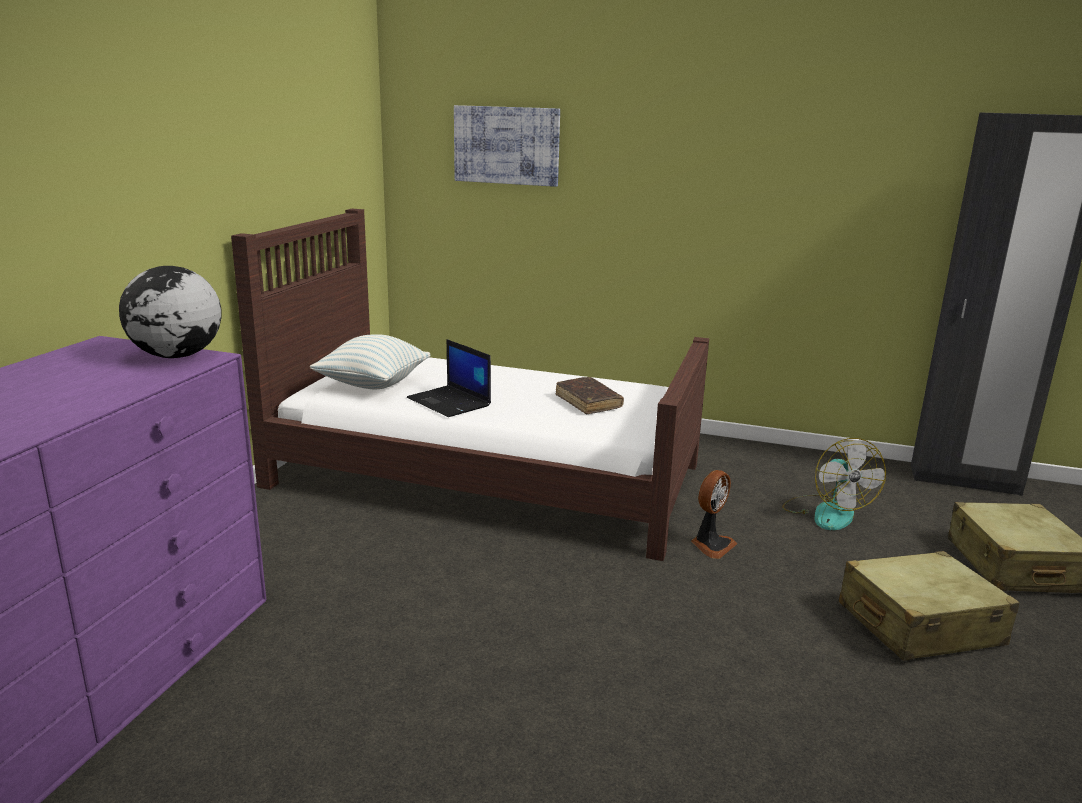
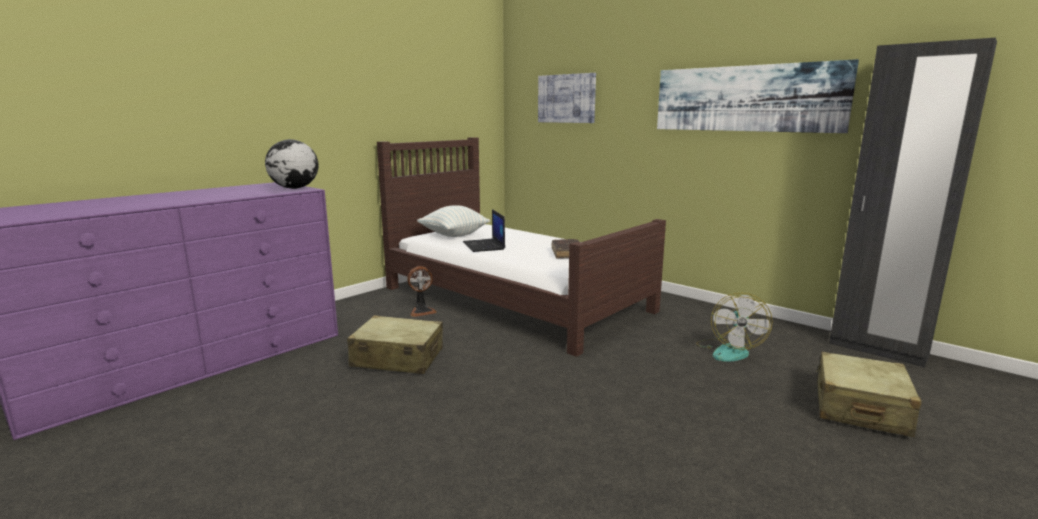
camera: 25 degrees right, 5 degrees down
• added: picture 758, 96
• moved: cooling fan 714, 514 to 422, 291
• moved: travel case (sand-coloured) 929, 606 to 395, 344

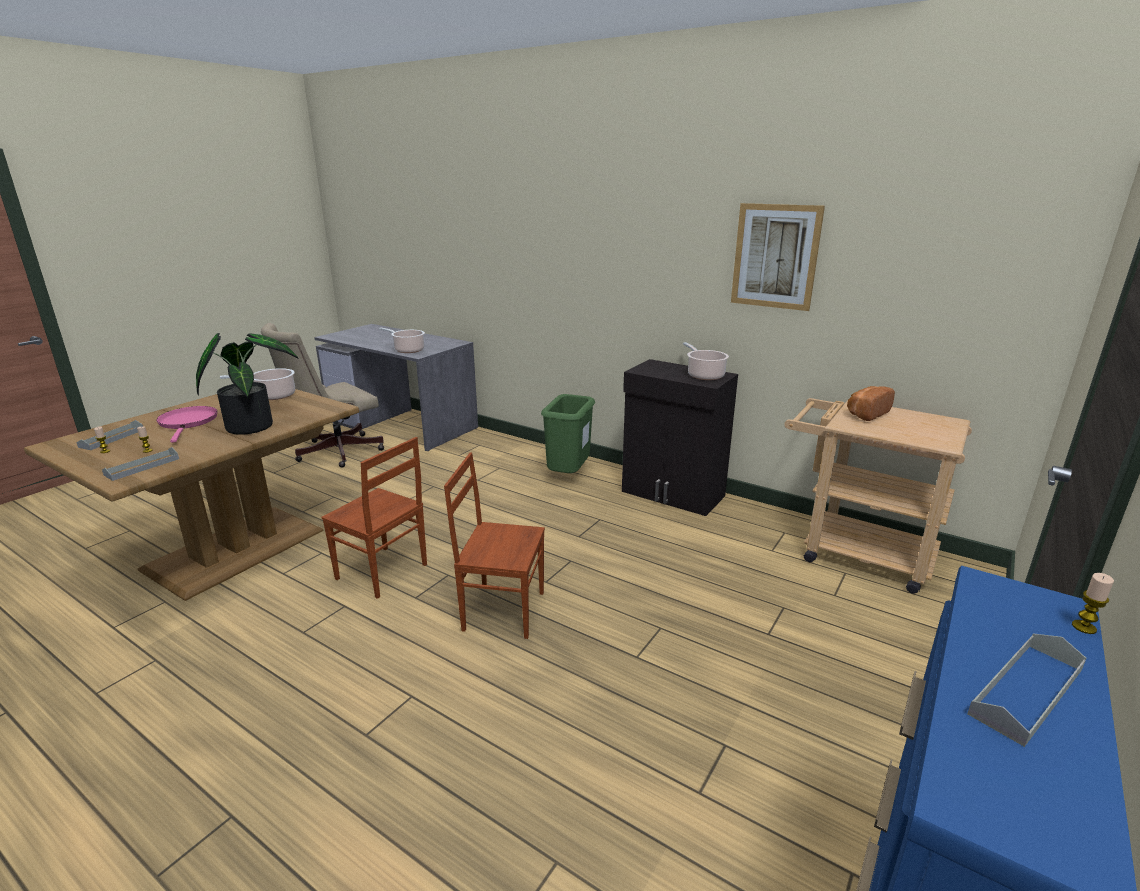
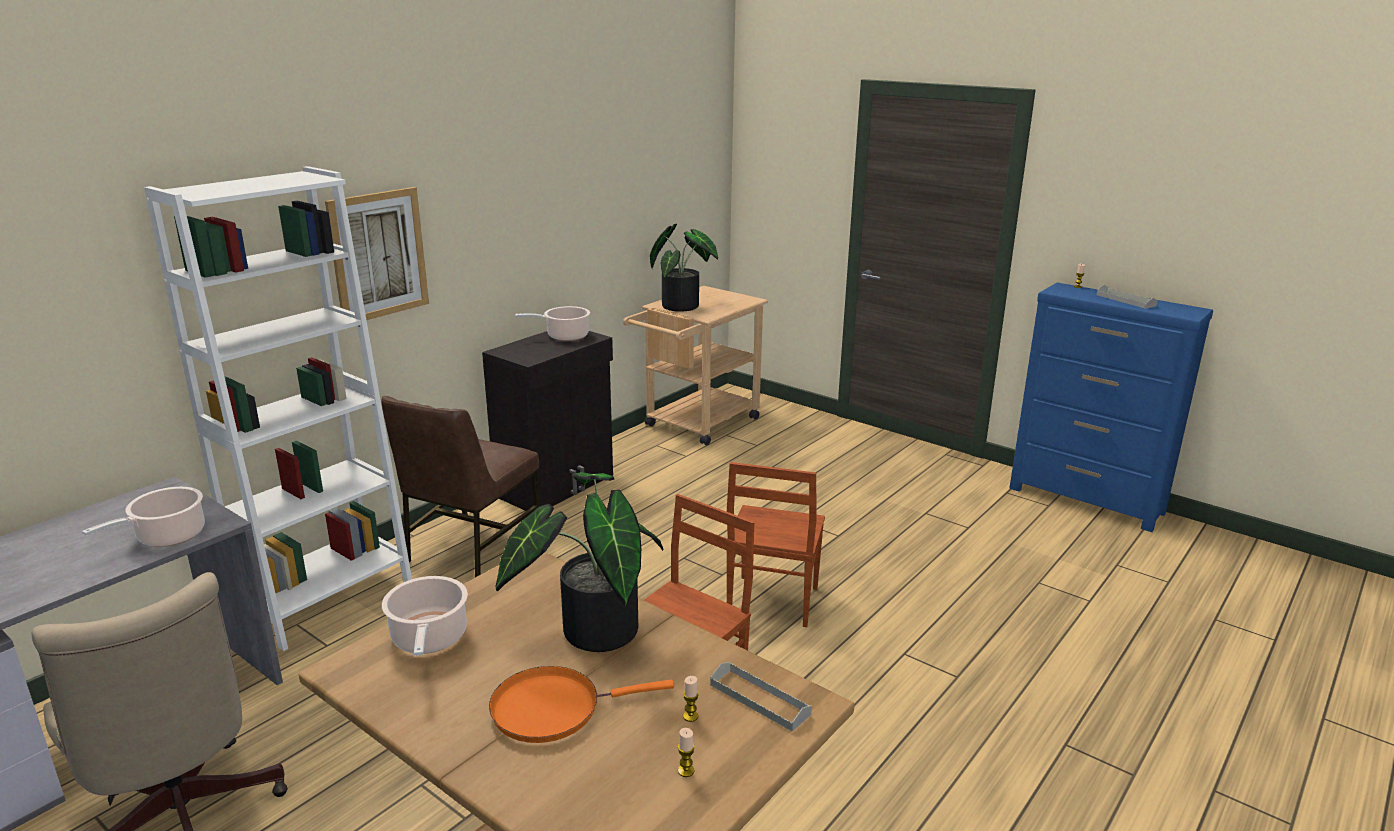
camera: 85 degrees left, 0 degrees up
• removed: carrying tray (greyish) 109, 435
• added: bookcase (whitish) 278, 408
• moved: picture 778, 257 to 377, 253
• replaced: waste bin (green) 568, 433 to chair (brown) 460, 486
• replaced: bakery bread 871, 403 to plant in a pot 684, 267
• recoloured: pan (pink-coloured) 186, 424 to pan (orange) 581, 704

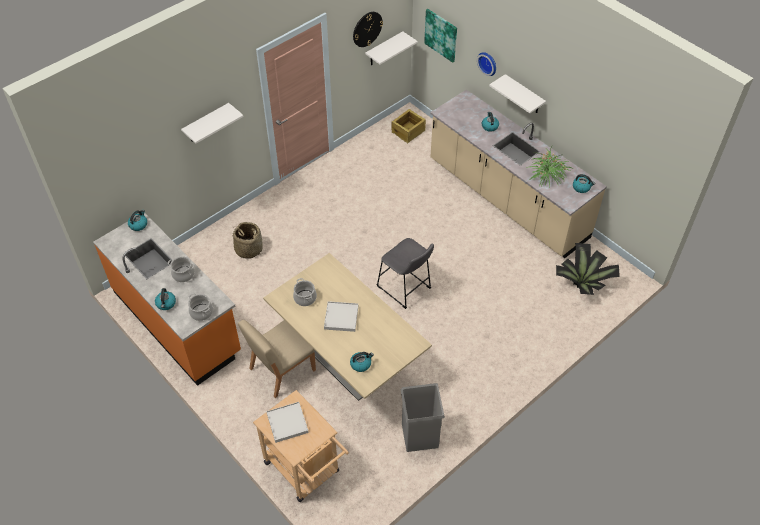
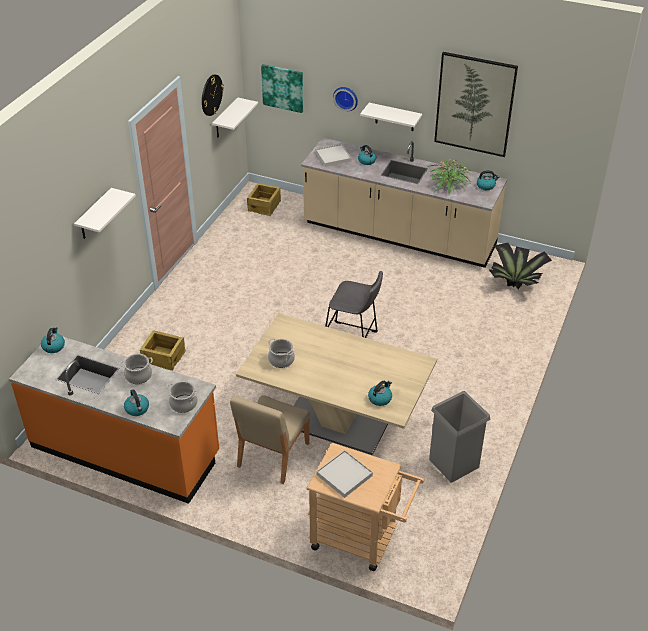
camera: 25 degrees left, 10 degrees down
• added: picture 476, 104
• moved: carrying tray (whitish) 341, 316 to 333, 155
• replaced: basket 247, 240 to packing crate 163, 350

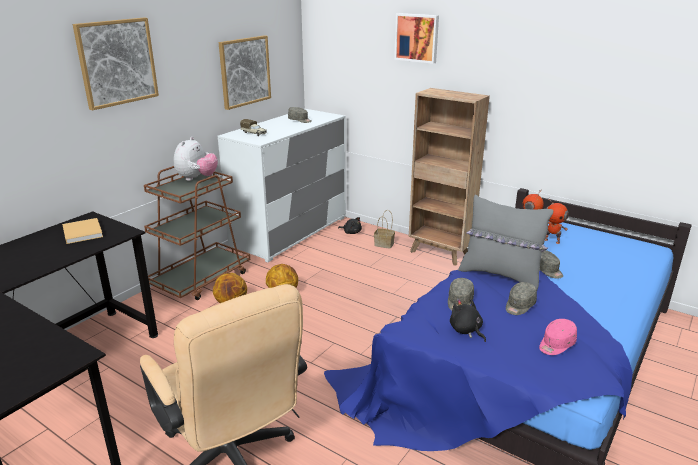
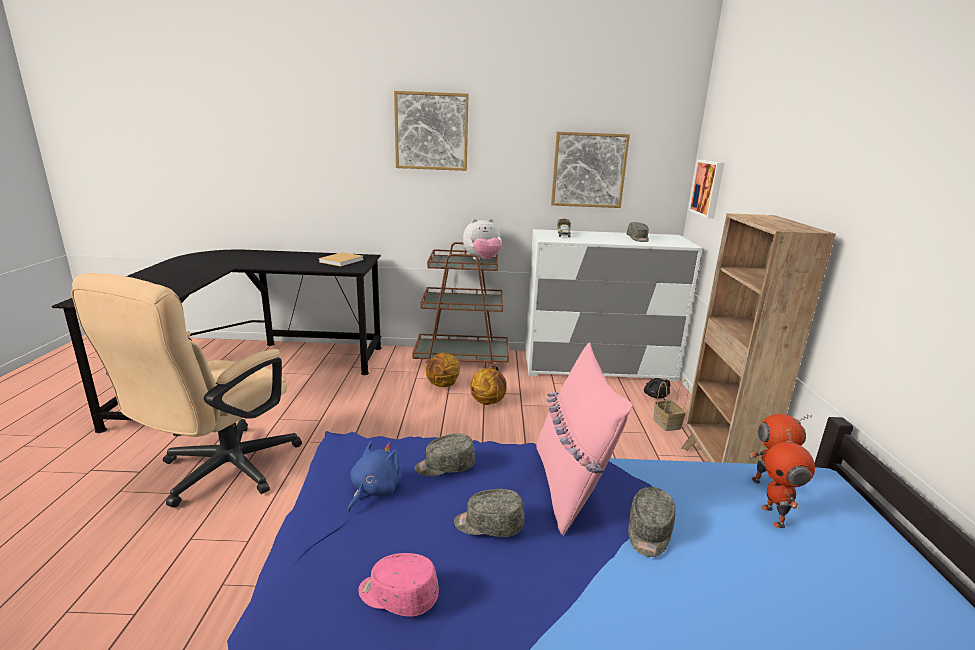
camera: 55 degrees right, 5 degrees down
• moved: picture 416, 38 to 706, 189
• recoloured: soft toy (black) 468, 320 to soft toy (blue-coloured) 375, 476
• recoloured: throw pillow (greyish) 505, 243 to throw pillow (pink-coloured) 584, 439

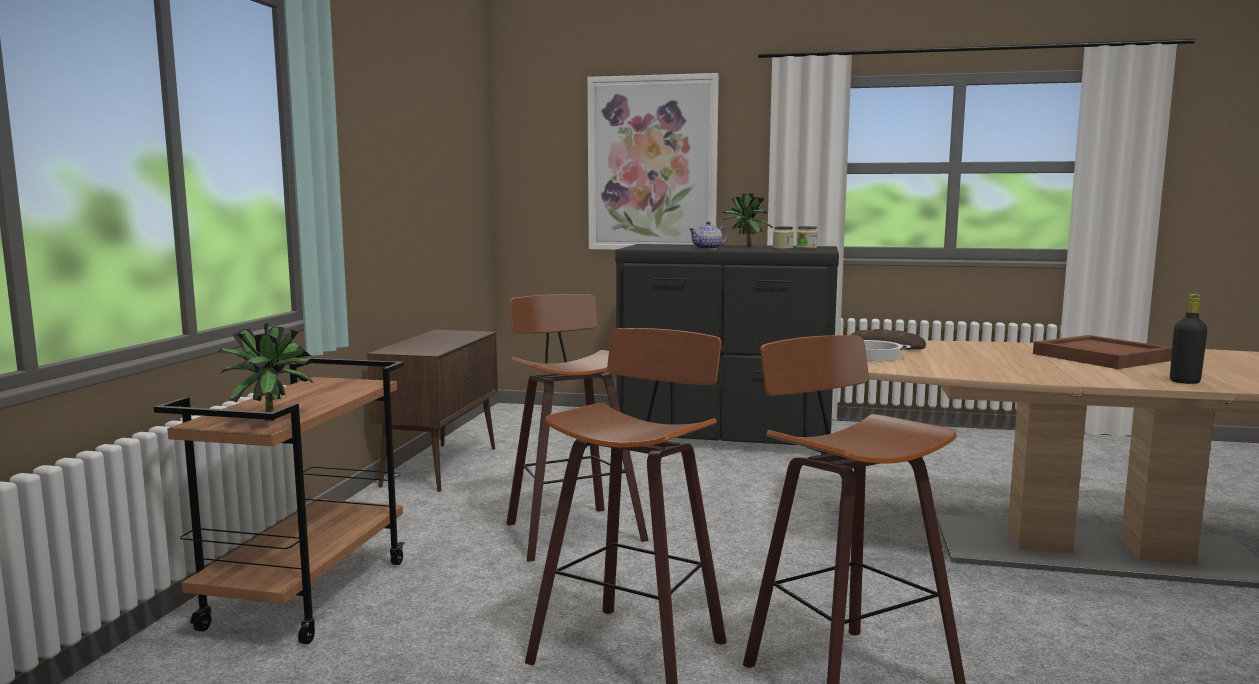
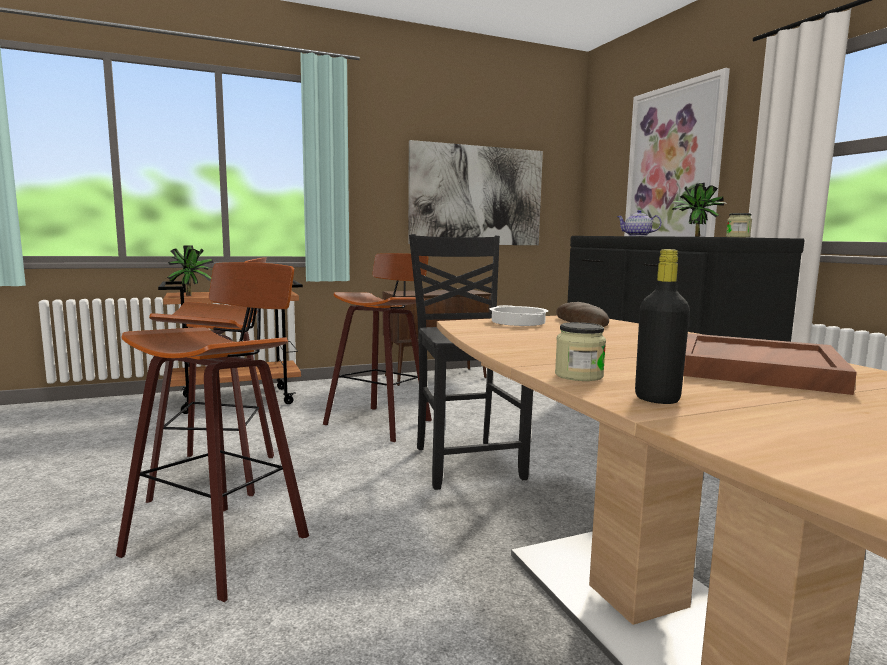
camera: 55 degrees right, 0 degrees up
• added: picture 475, 192
• added: chair (black) 471, 362
• moved: storage jar 783, 237 to 580, 351

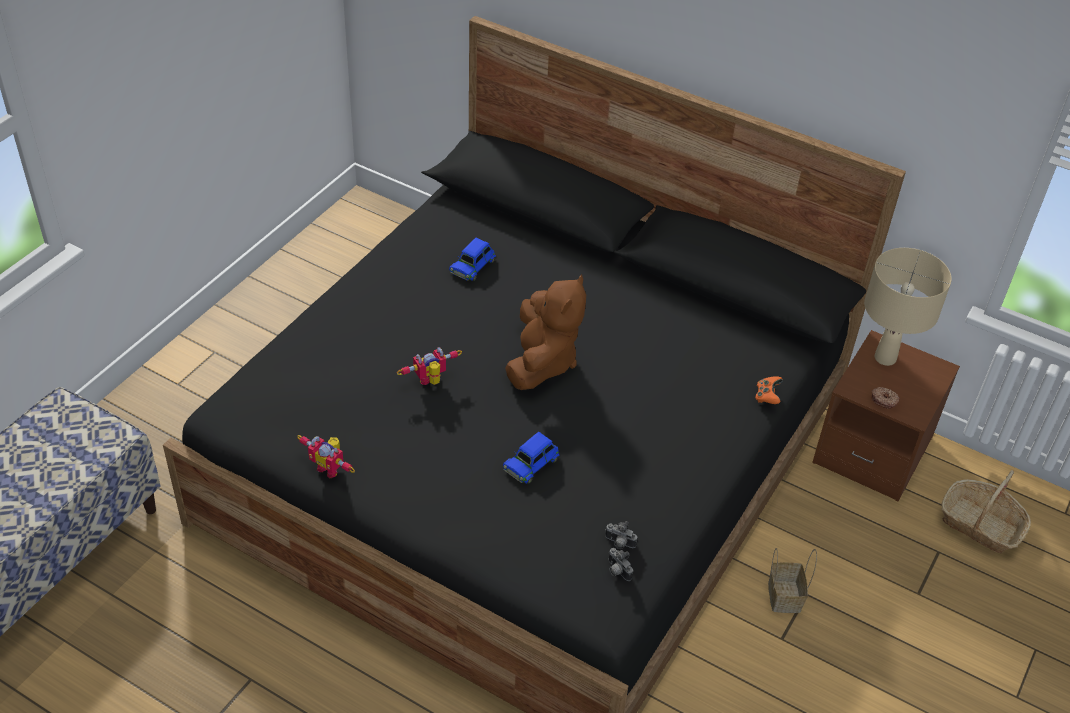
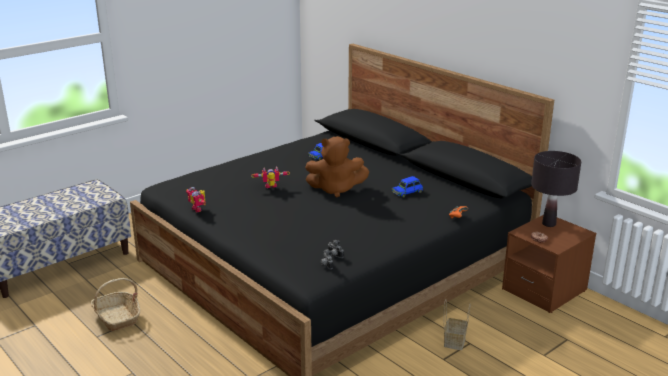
camera: 20 degrees right, 20 degrees down
• moved: toy car (blue-coloured) 531, 458 to 407, 187
• moved: basket 986, 511 to 115, 304
• recoloured: tabletop lamp (sand-coloured) 908, 307 to tabletop lamp (black) 556, 189
• turned: soft toy (brown) 545, 332 = 337, 166 60 degrees clockwise

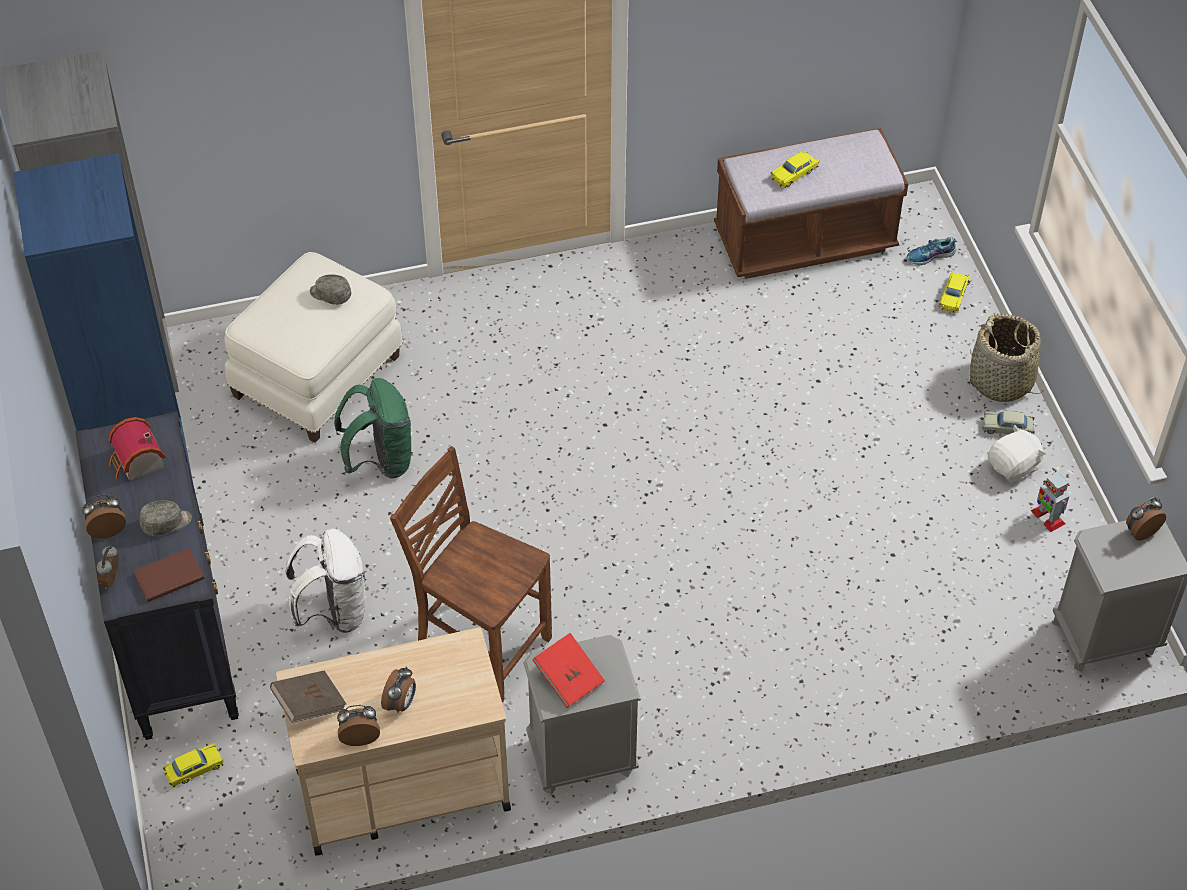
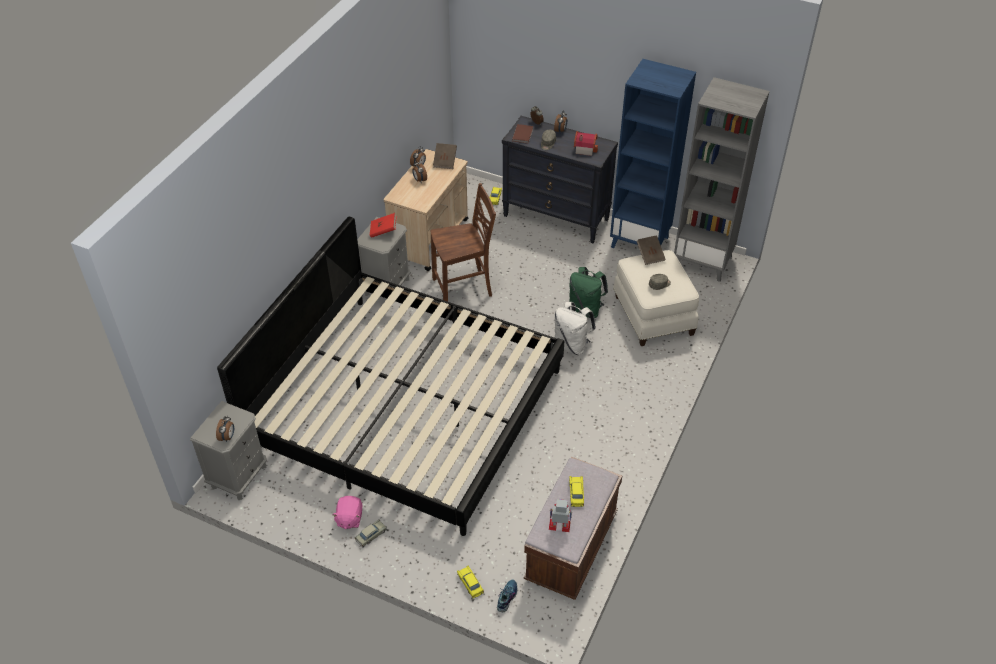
camera: 130 degrees right, 5 degrees down
• removed: basket 1007, 358
• added: bed 390, 376
• added: bound book (brown) 651, 250
• moved: rucksack (whitish) 326, 581 to 575, 328
• moved: robot figure 1050, 501 to 560, 515
• recoloured: soft toy (whitish) 1017, 454 to soft toy (pink-coloured) 347, 513

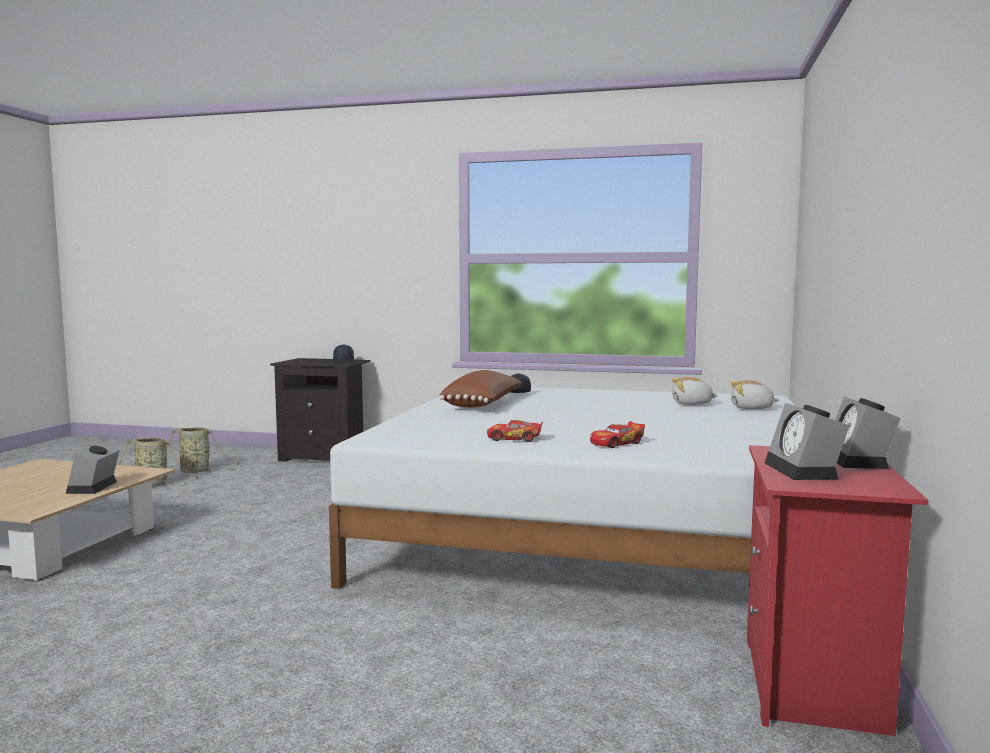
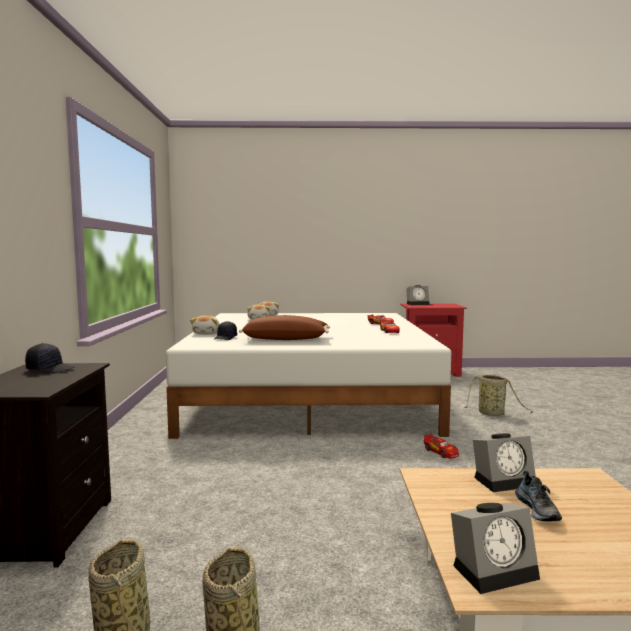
camera: 105 degrees left, 0 degrees up
• added: soft toy 205, 324
• added: toy car 441, 446
• added: basket 498, 395
• added: low shoe 538, 496
• moved: table clock 807, 441 to 495, 548

